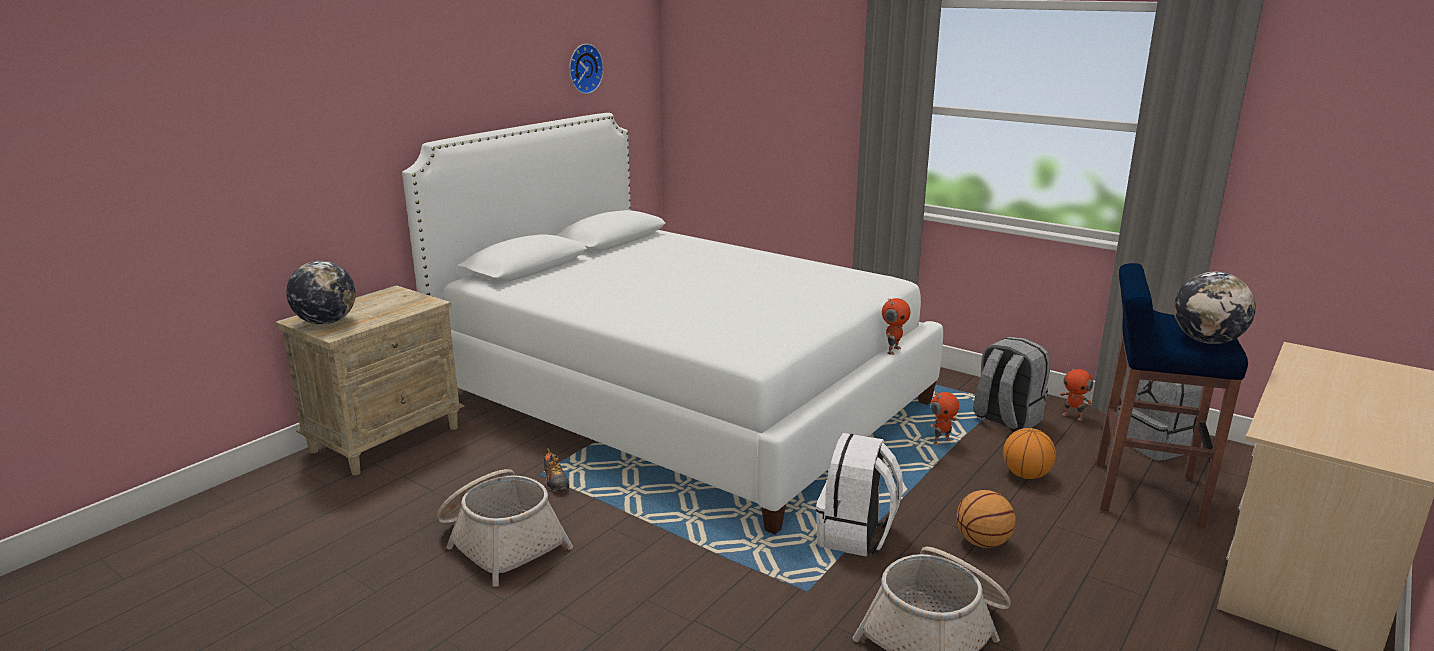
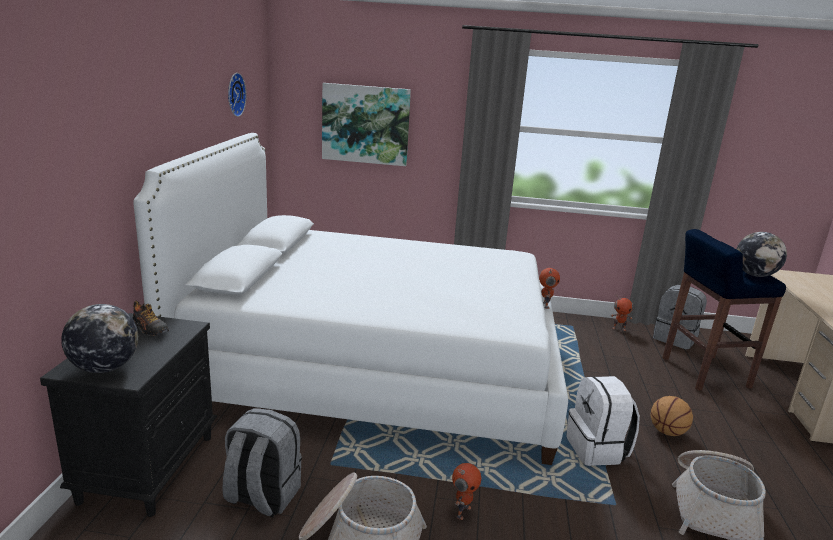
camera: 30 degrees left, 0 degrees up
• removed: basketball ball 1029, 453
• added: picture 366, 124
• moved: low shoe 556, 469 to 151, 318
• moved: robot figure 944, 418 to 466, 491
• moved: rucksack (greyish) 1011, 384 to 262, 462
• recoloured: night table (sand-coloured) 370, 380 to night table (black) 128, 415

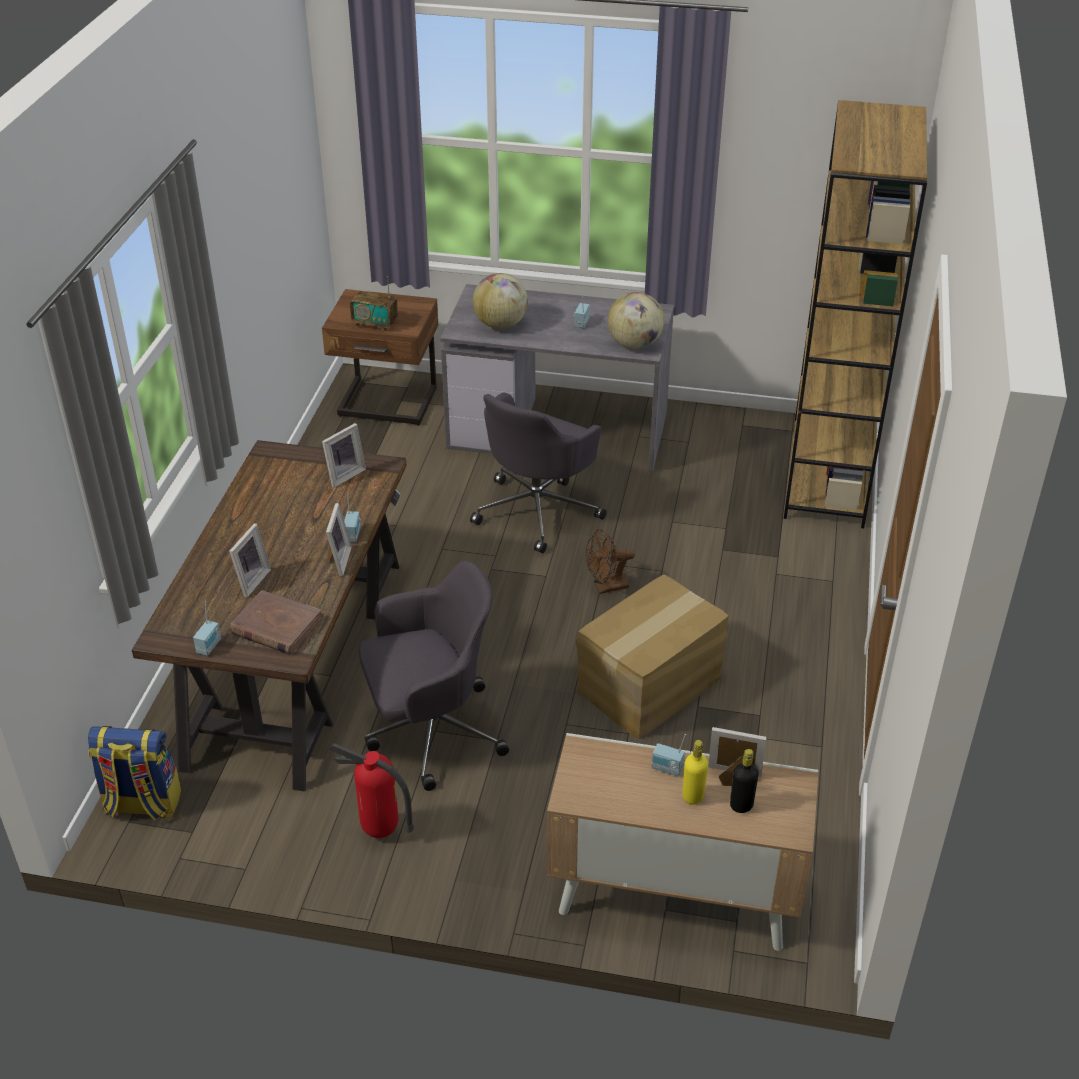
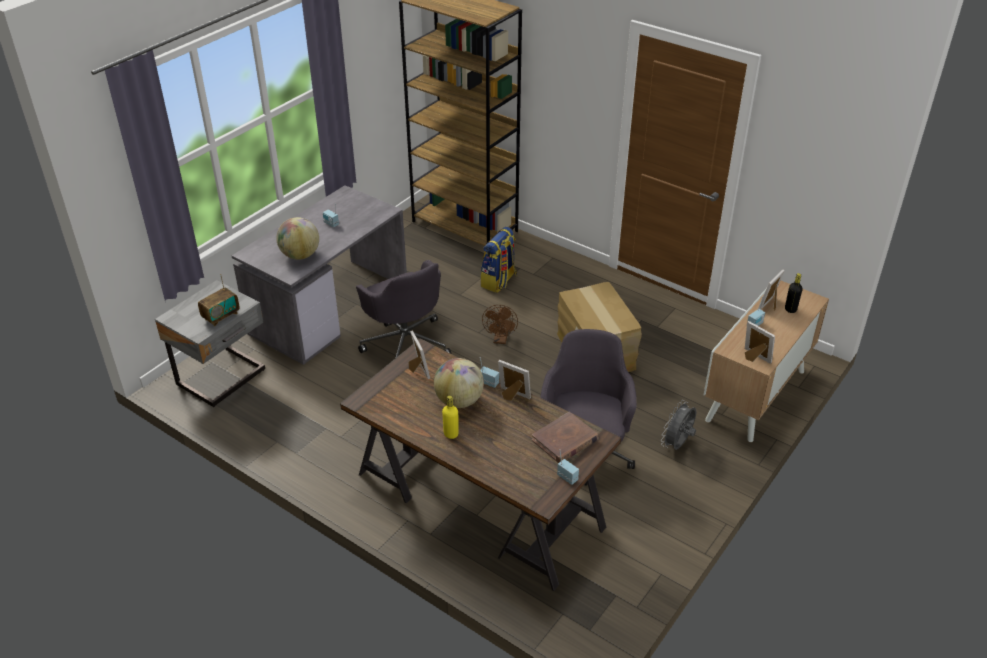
camera: 65 degrees left, 0 degrees up
• removed: extinguisher 371, 790
• added: cooling fan (greyish) 678, 425
• moved: rucksack 134, 773 to 498, 260
• moved: standing frame 250, 560 to 760, 342
• moved: globe 636, 320 to 459, 383
• moved: beverage bottle (yellow-coloured) 695, 772 to 450, 417
• recoloured: night table (brown) 380, 357 to night table (greyish) 210, 343

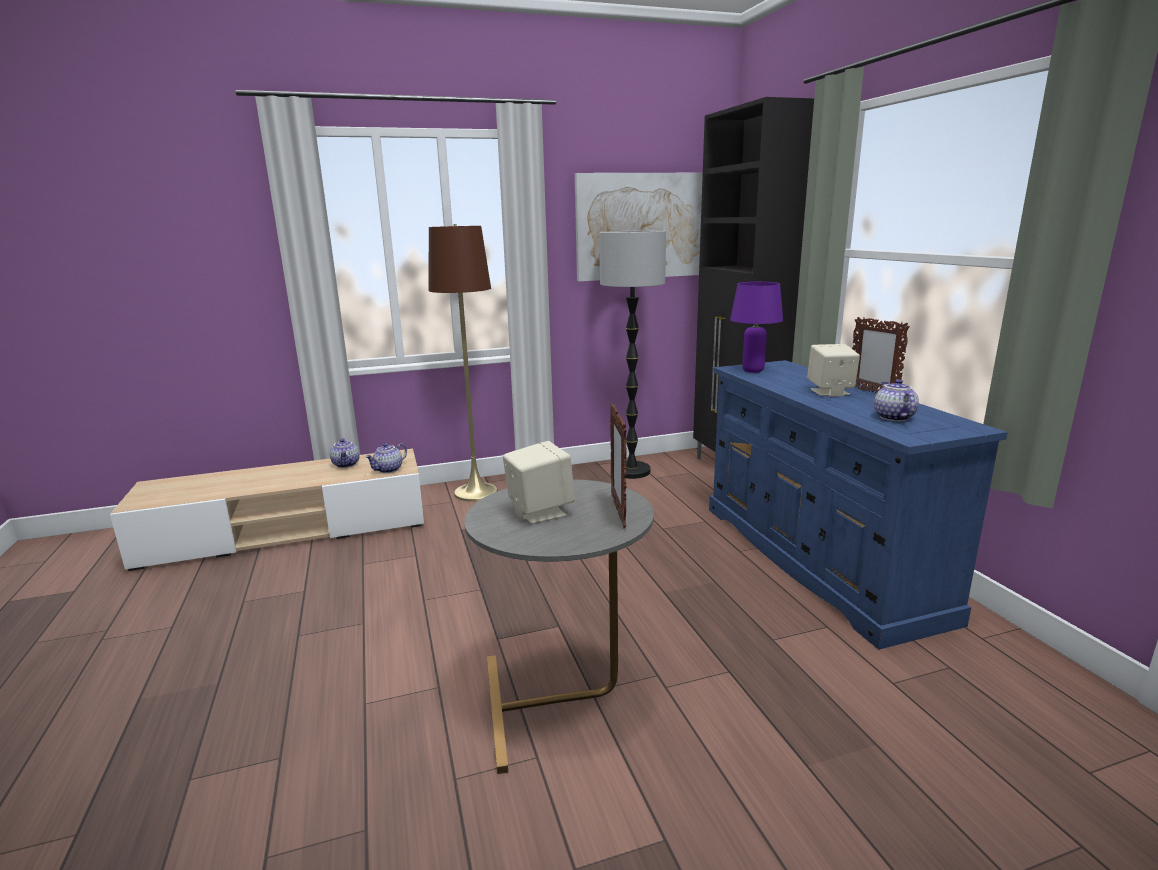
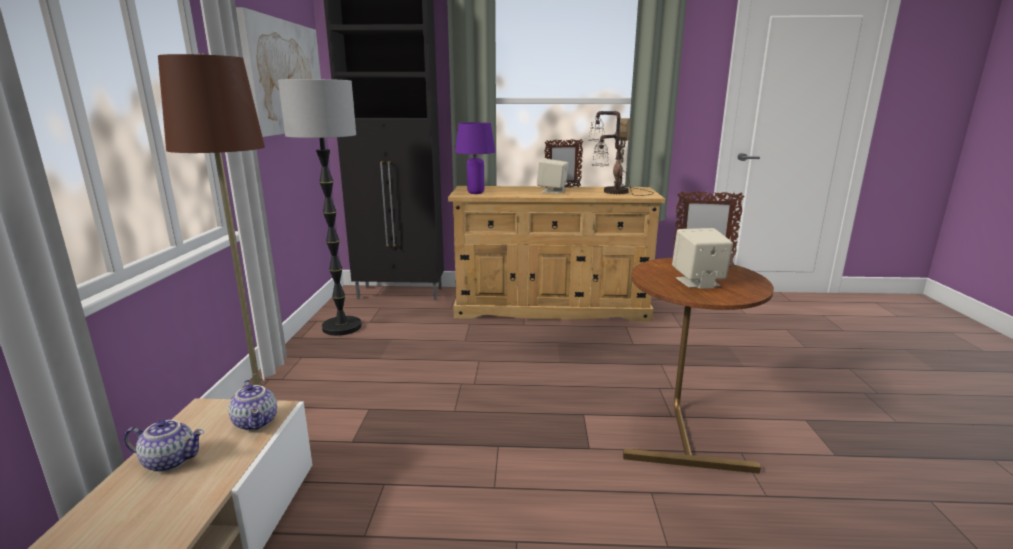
camera: 70 degrees left, 0 degrees up
• replaced: teapot 896, 400 to tabletop lamp 621, 153
• recoloured: end table (greyish) 559, 626 to end table (brown) 698, 366
• recoloured: chest of drawers (blue-coloured) 858, 505 to chest of drawers (sand-coloured) 556, 254

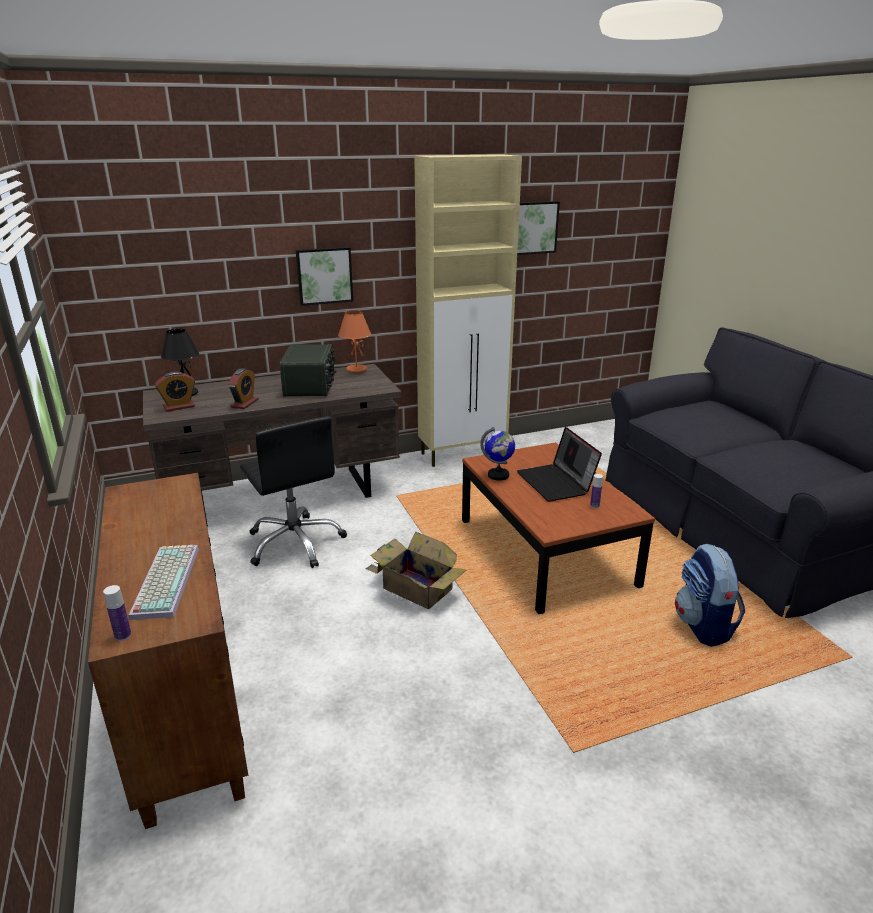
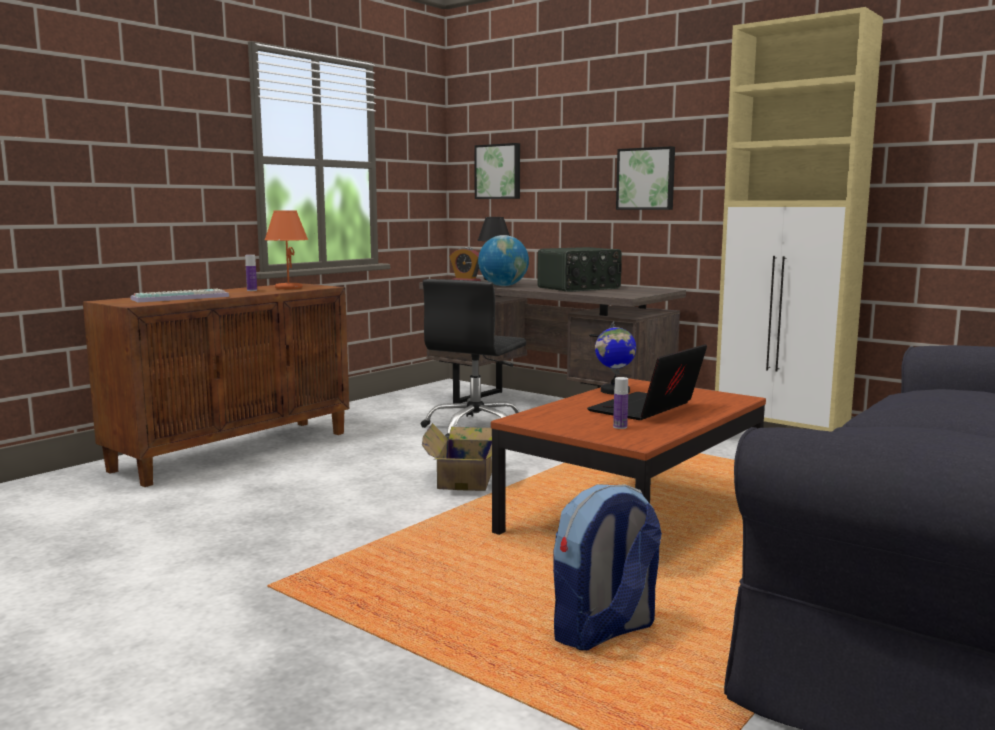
camera: 60 degrees right, 15 degrees down
• moved: beverage bottle 117, 613 to 251, 273
• moved: tabletop lamp (orange) 354, 341 to 286, 249
• moved: picture 538, 228 to 497, 171
• replaced: table clock 243, 388 to globe 503, 260

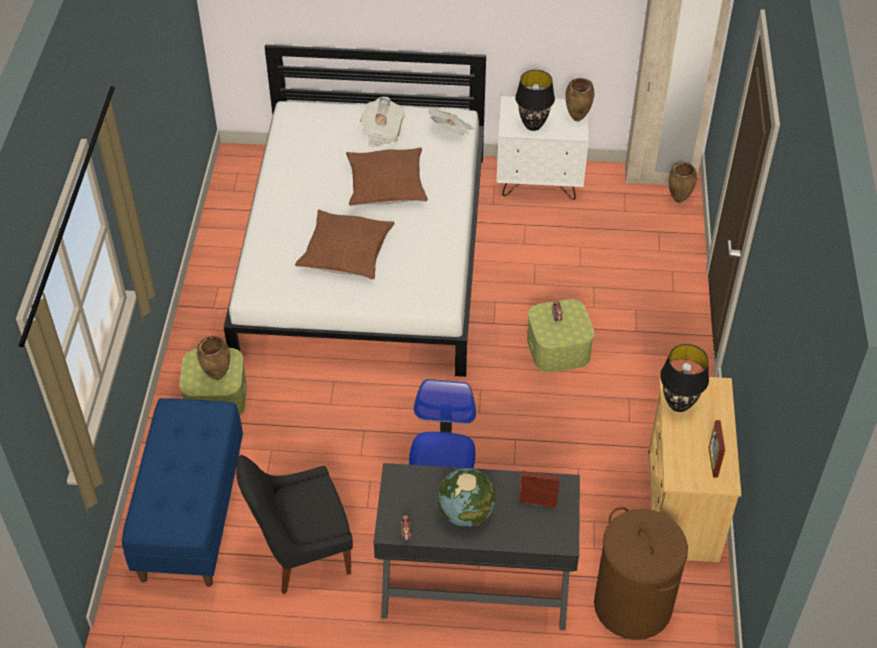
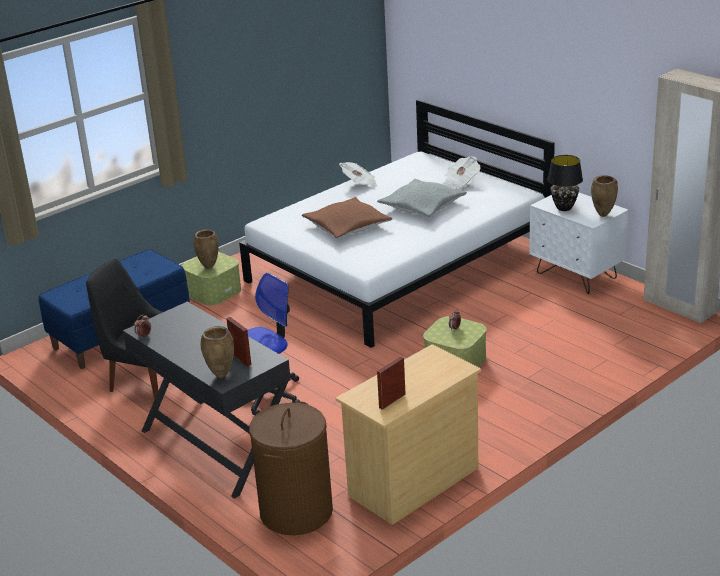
camera: 45 degrees right, 20 degrees down
• removed: globe 466, 497
• removed: tabletop lamp (black) 684, 378
• moved: daily paper 451, 122 to 358, 174
• moved: flower vase (brown) 683, 182 to 217, 352
• recoloured: throw pillow (brown) 387, 177 to throw pillow (greyish) 422, 198

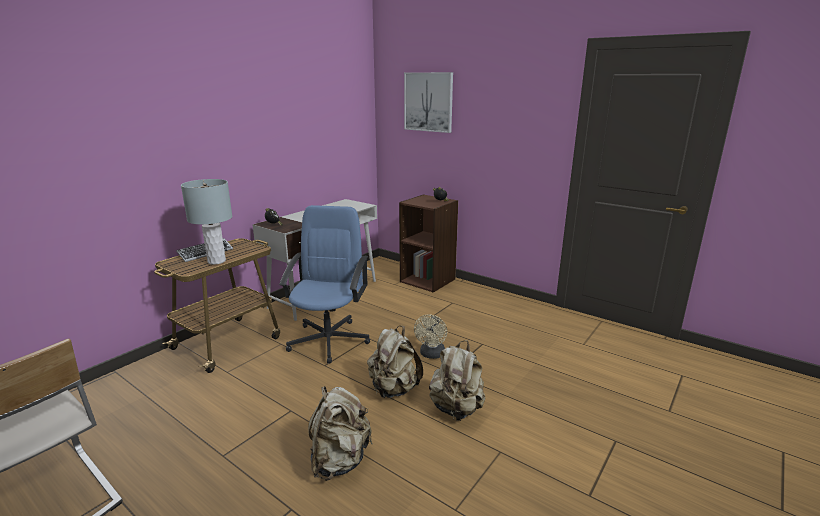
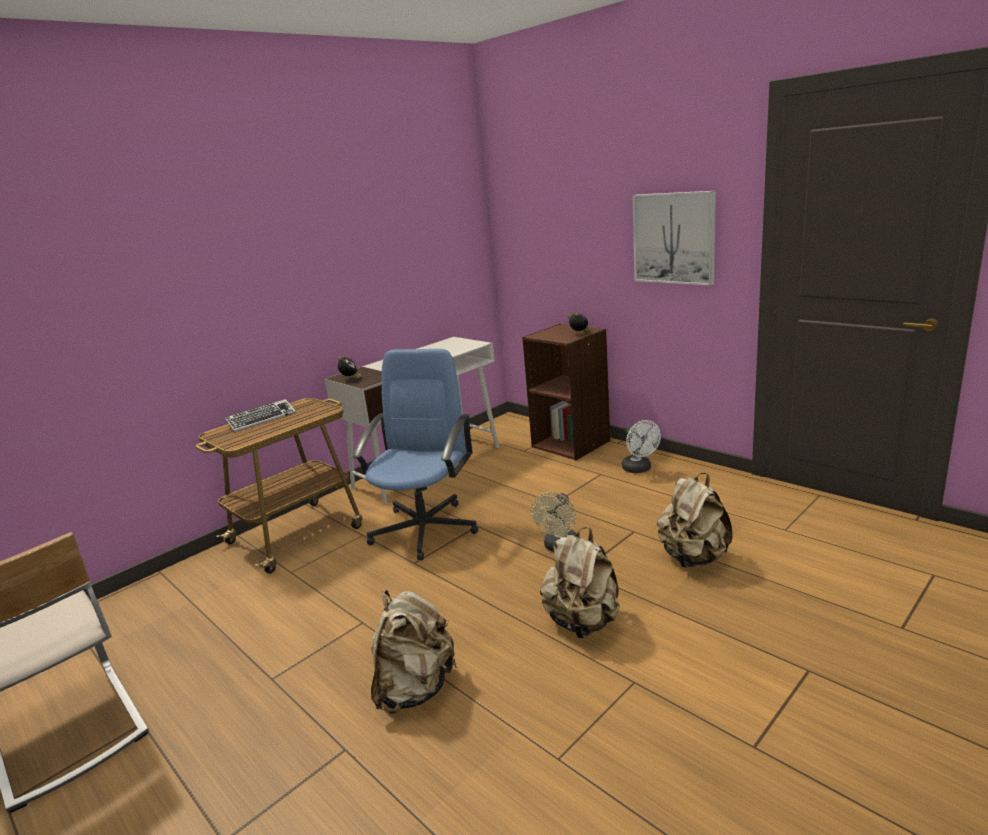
camera: 10 degrees right, 0 degrees up
• removed: tabletop lamp (greyish) 206, 222
• added: cooling fan (whitish) 641, 446
• moved: rucksack (sand-coloured) 395, 362 to 695, 520
• moved: picture 428, 102 to 674, 238

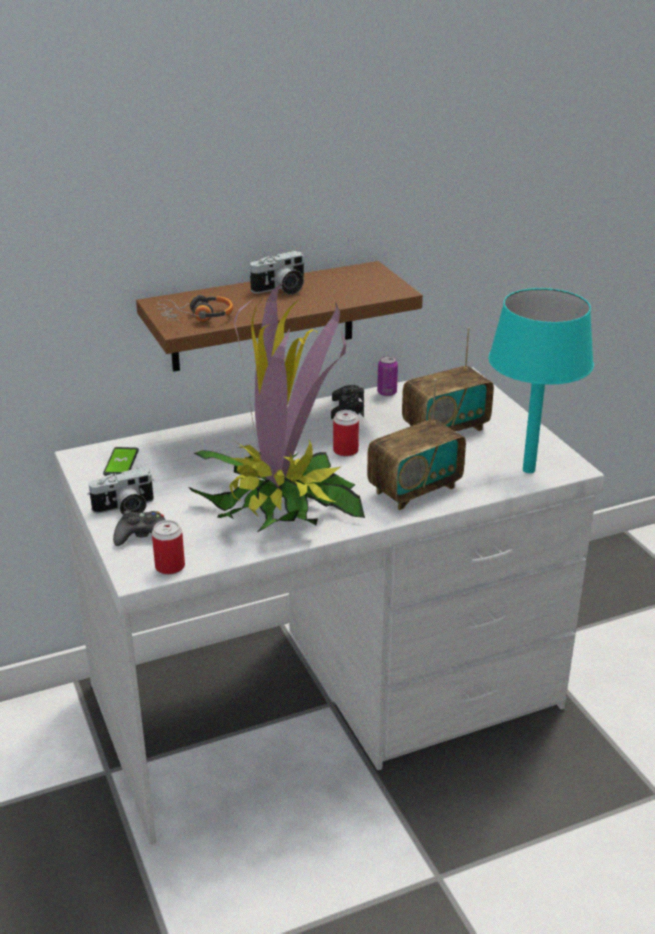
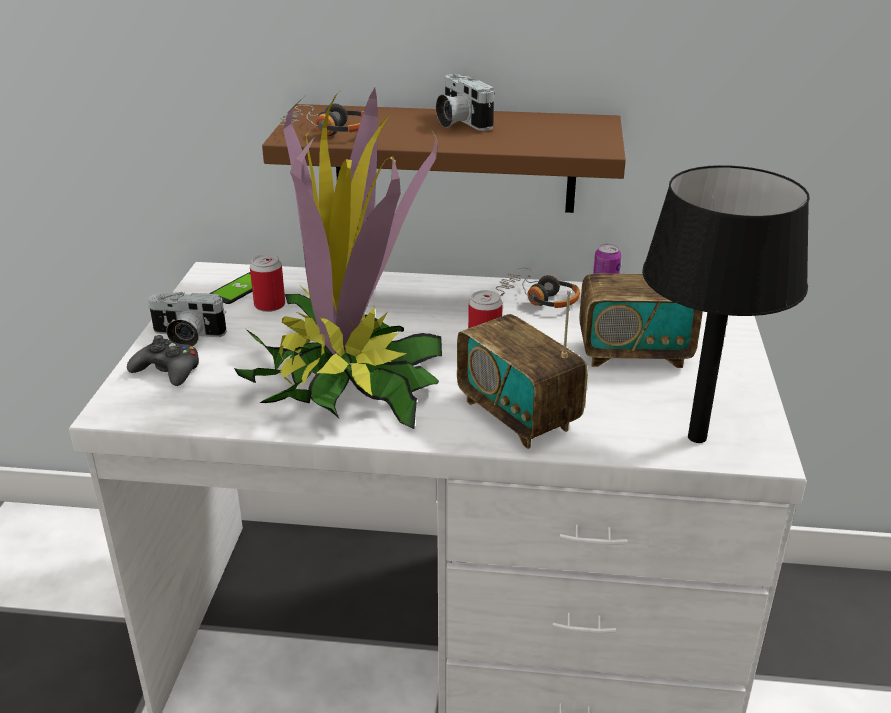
camera: 30 degrees right, 0 degrees up
• moved: metal can 168, 547 to 267, 283
• replaced: gamepad (black) 347, 402 to pair of headphones 538, 287
• recoloured: tabletop lamp (blue-green) 541, 380 to tabletop lamp (black) 726, 304
• turned: photo camera 277, 273 = 465, 102 60 degrees clockwise
• turned: radio 416, 444 = 522, 369 60 degrees clockwise

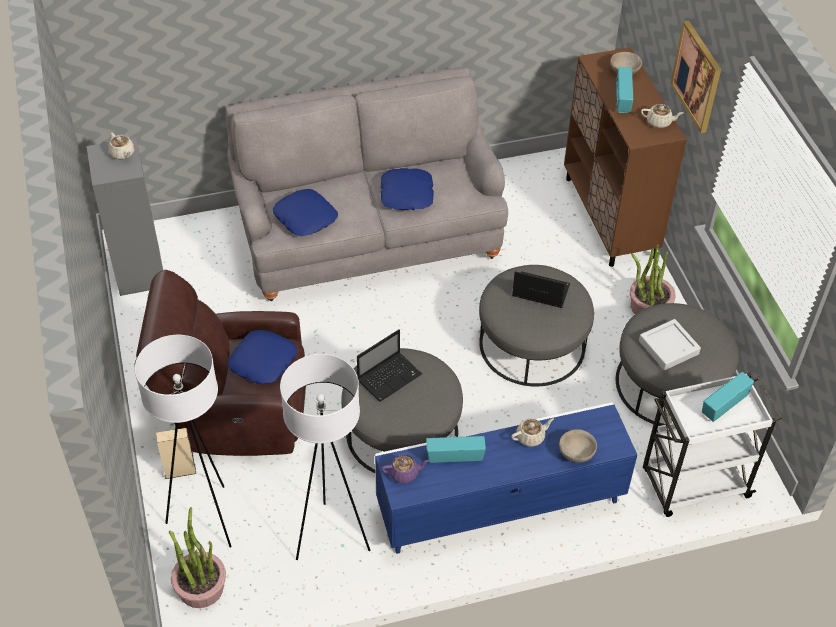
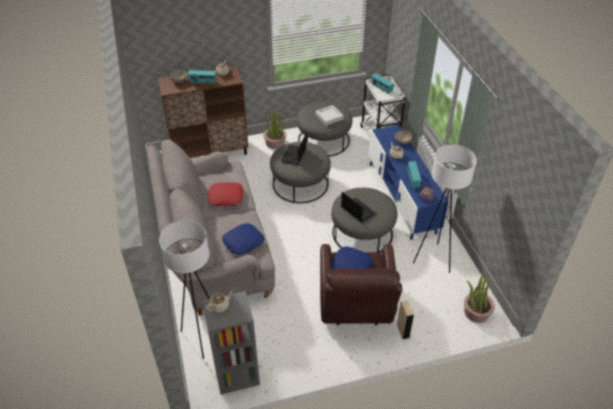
camera: 90 degrees left, 5 degrees down
• removed: picture 695, 76
• moved: floor lamp (whitish) 183, 441 to 184, 289
• recoloured: throw pillow (blue-coloured) 407, 189 to throw pillow (red-coloured) 225, 194

